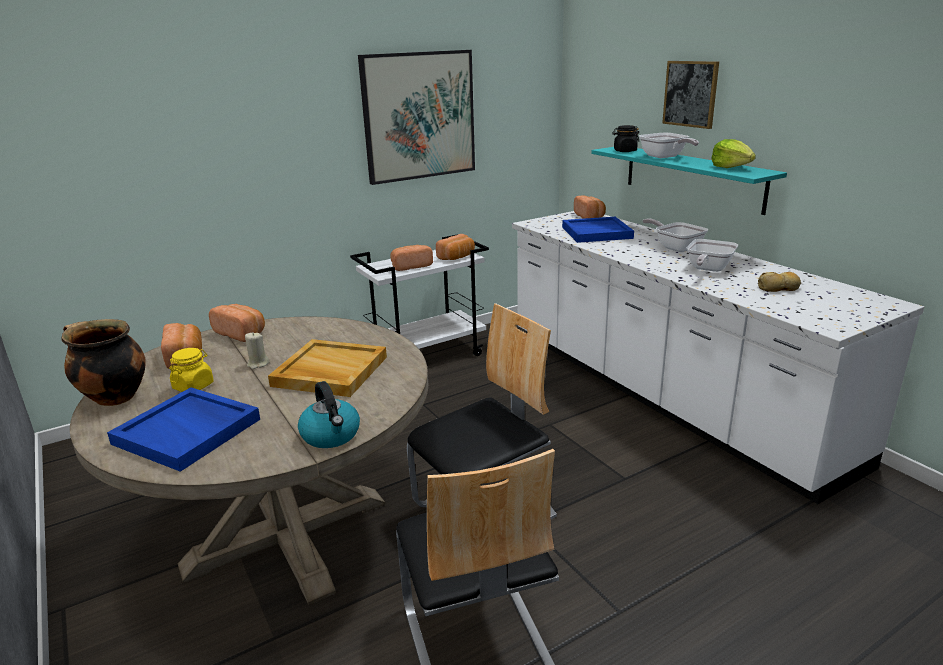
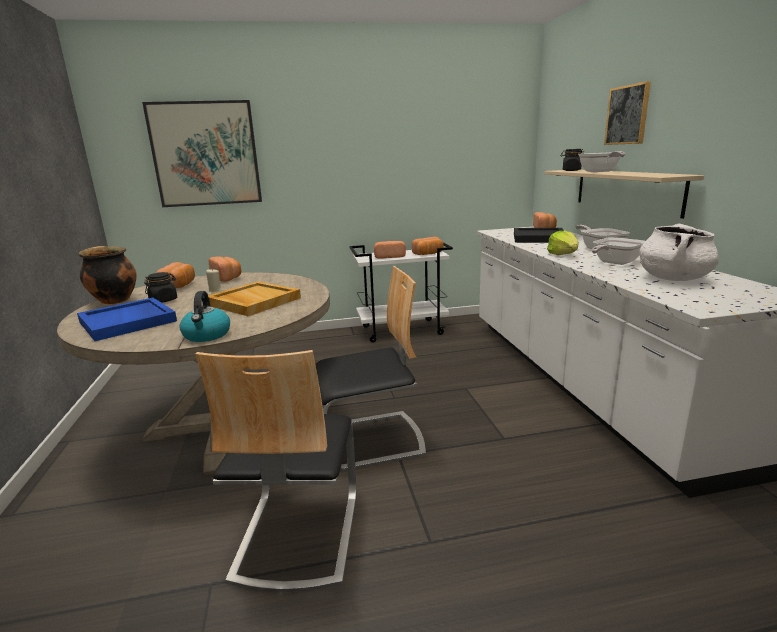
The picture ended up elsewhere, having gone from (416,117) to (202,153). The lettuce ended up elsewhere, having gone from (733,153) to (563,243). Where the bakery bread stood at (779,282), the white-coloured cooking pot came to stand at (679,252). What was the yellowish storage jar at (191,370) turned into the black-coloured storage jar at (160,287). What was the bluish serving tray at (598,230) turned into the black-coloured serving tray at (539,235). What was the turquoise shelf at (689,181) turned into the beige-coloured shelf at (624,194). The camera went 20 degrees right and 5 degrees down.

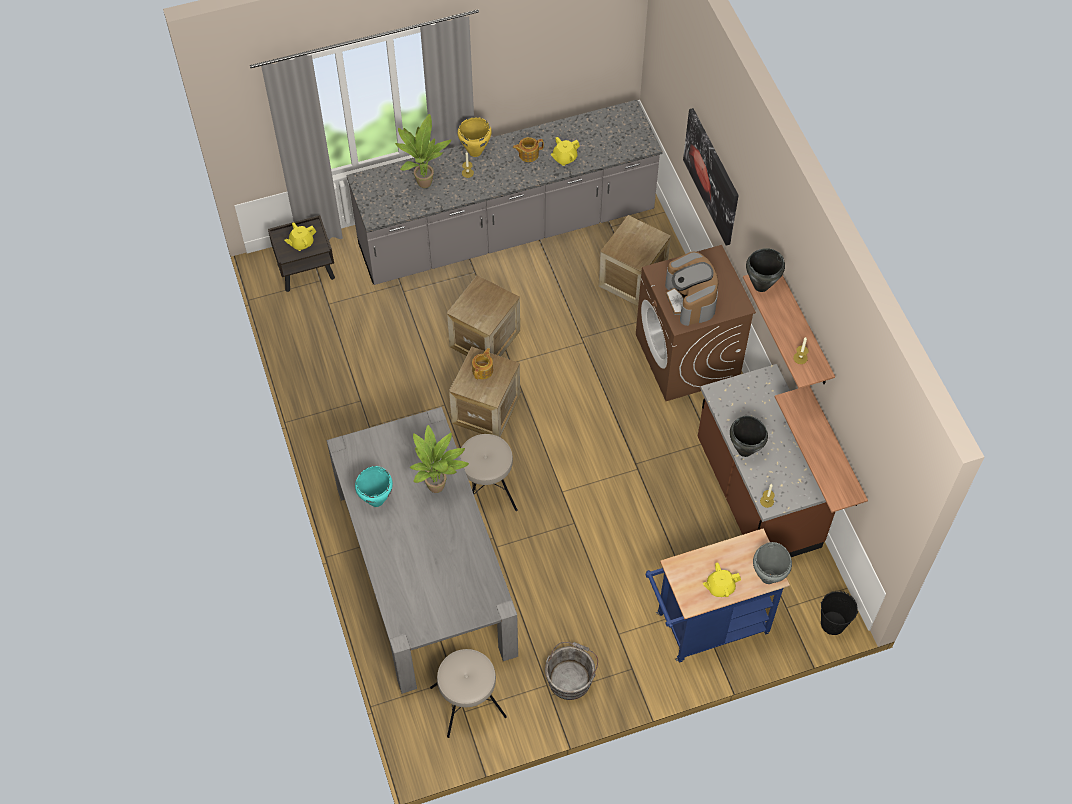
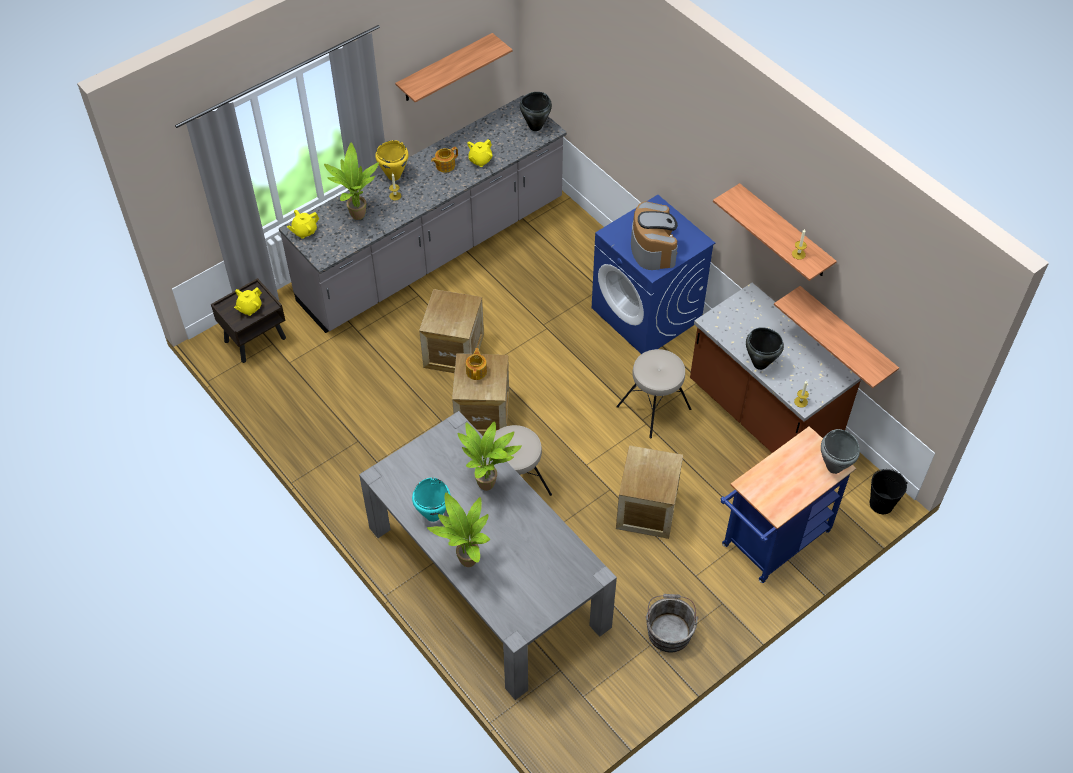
The second view lost the picture at (711,177). The second view gained the shelf at (454,68). The second view gained the potted plant at (458,529). The beige-coloured sitting stool ended up elsewhere, having gone from (468,693) to (653,394). The crate ended up elsewhere, having gone from (635,260) to (649,492). The yellowish pot for tea ended up elsewhere, having gone from (722,579) to (303,224). The black-coloured cooking pot ended up elsewhere, having gone from (765,270) to (536,111). What was the brown laundry machine at (696,323) turned into the bluish laundry machine at (653,274). The coffee maker at (691,289) ended up facing another way, 150 degrees counterclockwise from before. The camera went 20 degrees left and 5 degrees down.

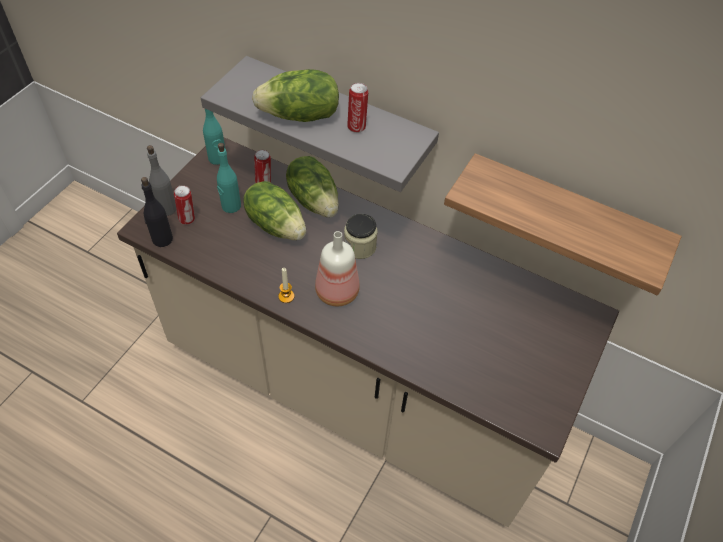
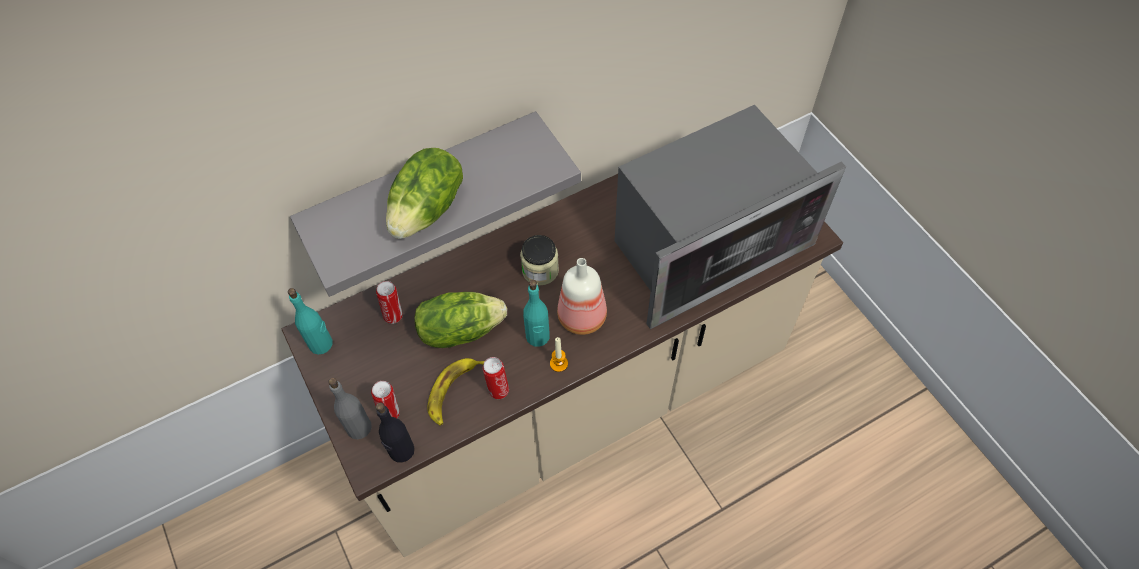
The second view lost the lettuce at (312,186). The second view lost the shelf at (563,224). The second view gained the whole banana at (456,392). The second view gained the microwave oven at (730,217). The turquoise bottle ended up elsewhere, having gone from (229,178) to (536,313). The can ended up elsewhere, having gone from (357,108) to (496,378). The camera went 55 degrees left and 5 degrees up.

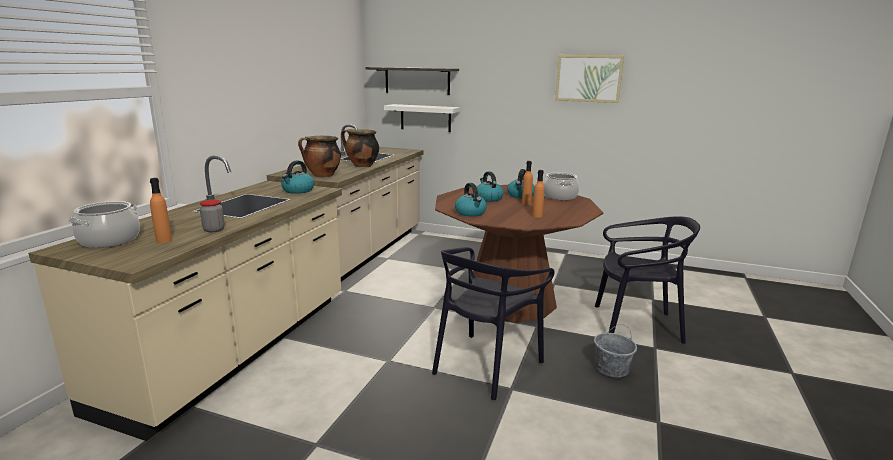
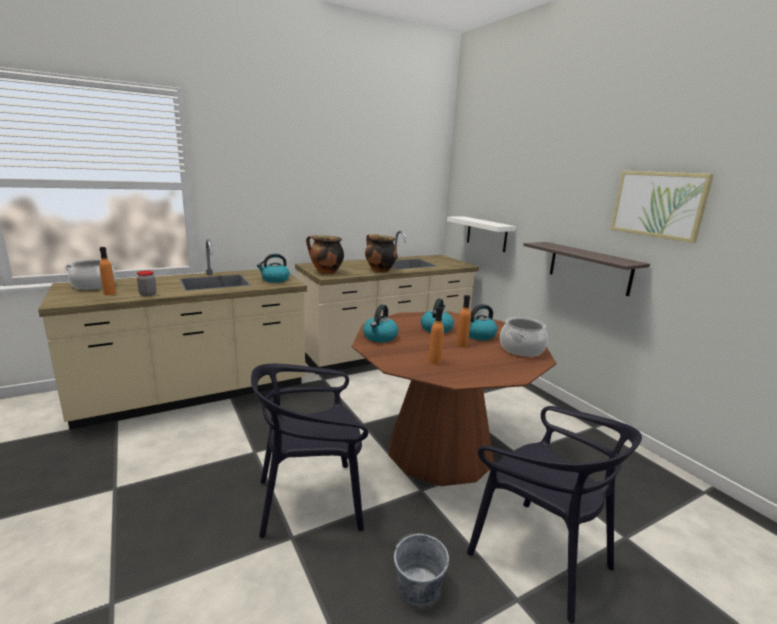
The shelf ended up elsewhere, having gone from (412,81) to (586,269). The camera went 40 degrees right and 0 degrees up.

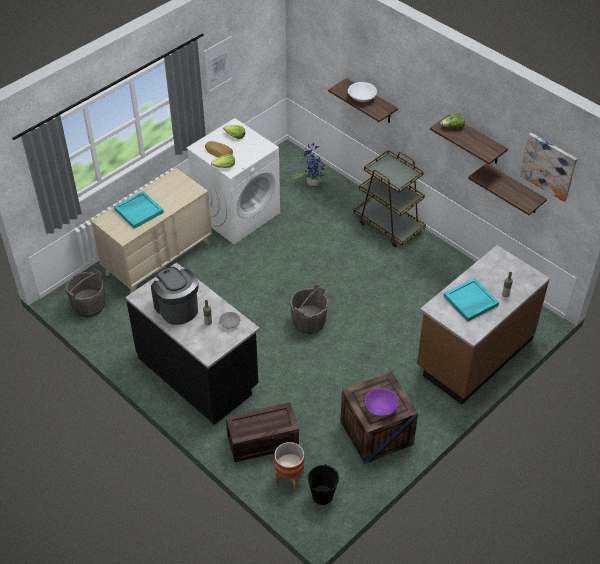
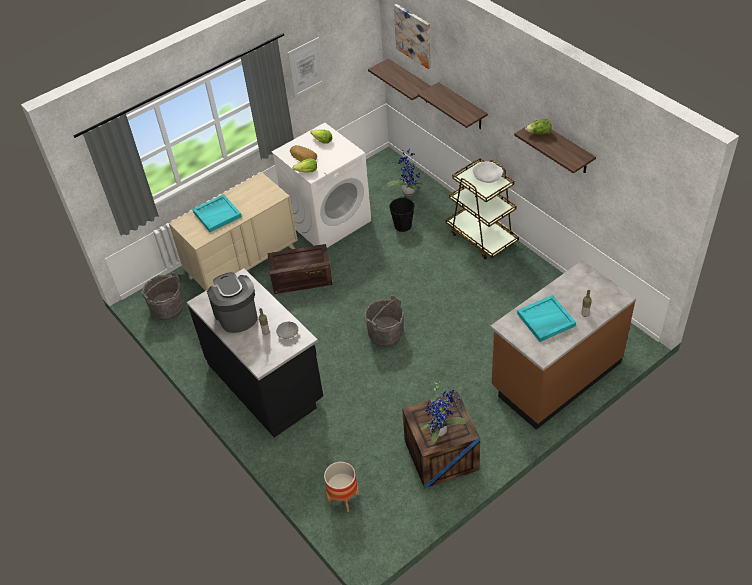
The crate ended up elsewhere, having gone from (262,432) to (300,269). The black-coloured pail ended up elsewhere, having gone from (323,484) to (402,214). The white-coloured serving bowl ended up elsewhere, having gone from (362,92) to (487,172). The shelf ended up elsewhere, having gone from (507,189) to (399,79). The picture ended up elsewhere, having gone from (548,167) to (412,36). Where the purplish serving bowl stood at (381,402), the potted plant came to stand at (443,412). The camera went 10 degrees right and 0 degrees up.

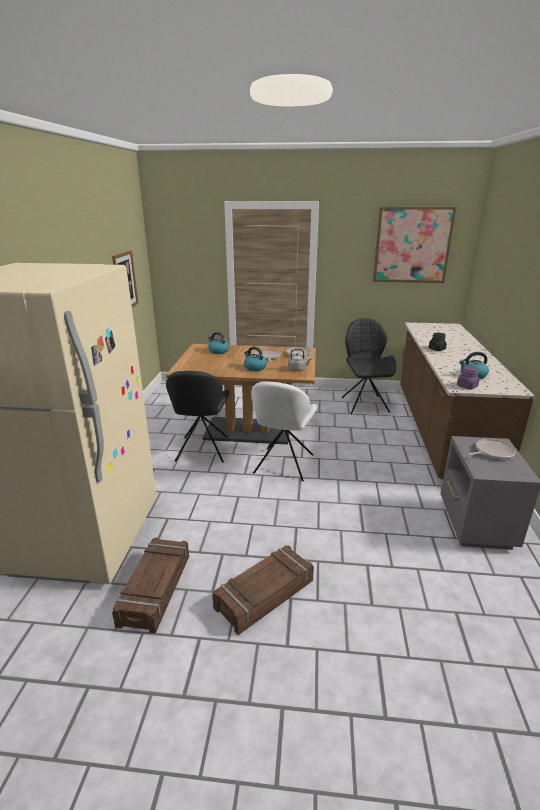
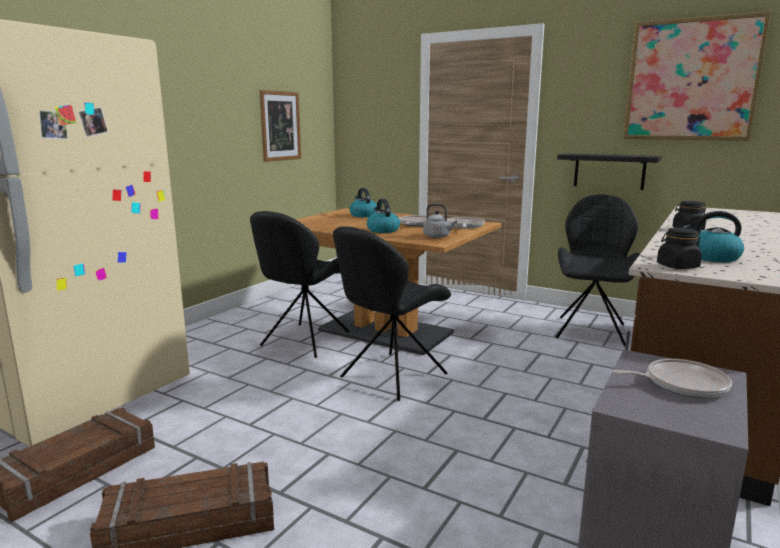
The second view gained the black-coloured shelf at (609,171). What was the white-coloured upright chair at (284,431) turned into the black-coloured upright chair at (392,313). What was the purplish storage jar at (468,377) turned into the black-coloured storage jar at (679,248). The camera went 25 degrees right and 10 degrees down.

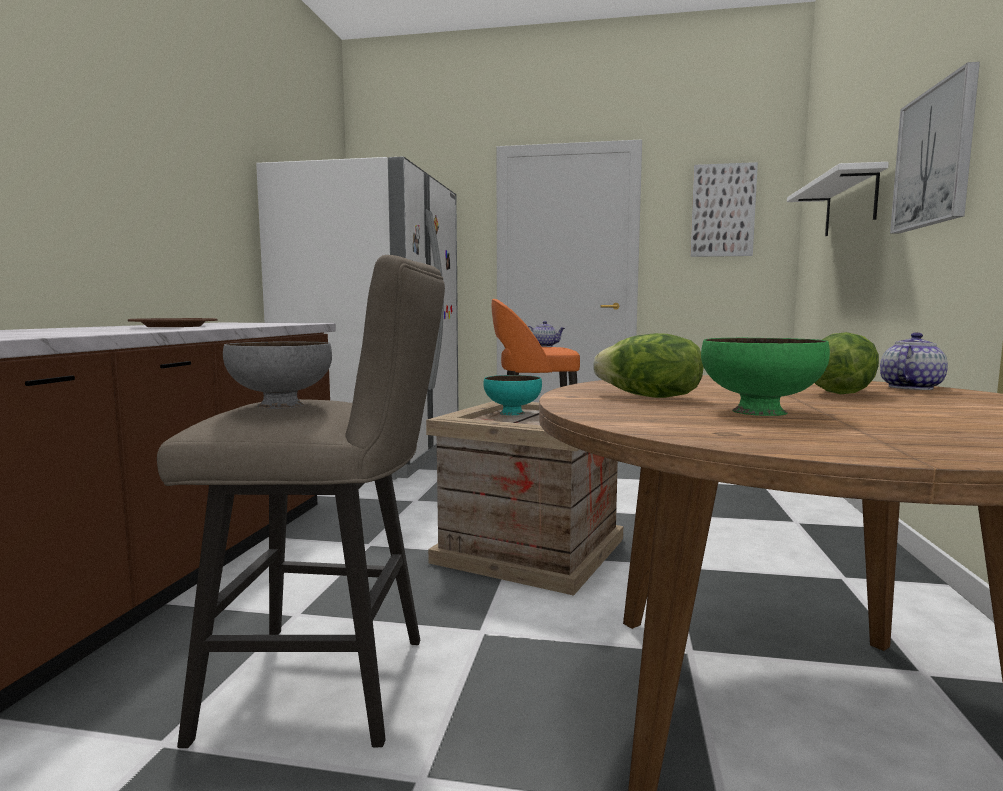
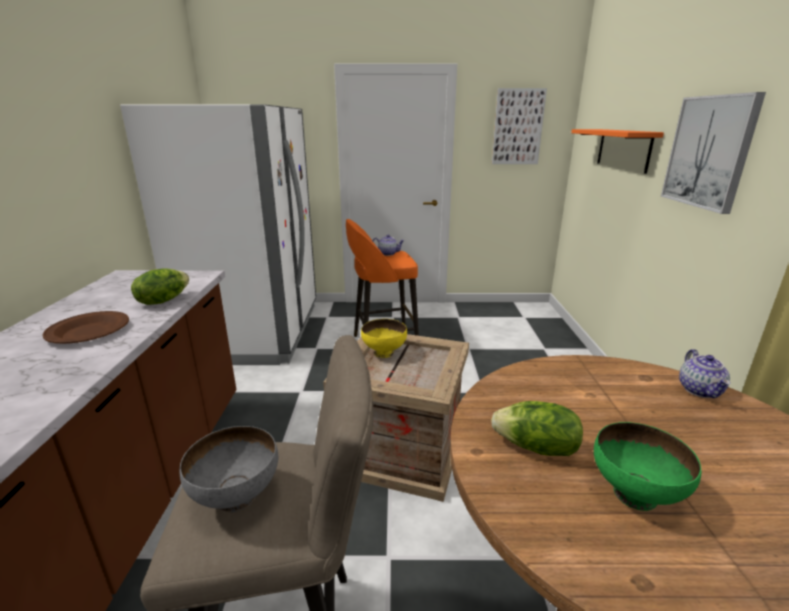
The lettuce ended up elsewhere, having gone from (847,363) to (160,286). What was the turquoise serving bowl at (512,395) turned into the yellowish serving bowl at (384,338). What was the white-coloured shelf at (838,199) turned into the orange-coloured shelf at (617,151). The pot for tea at (914,361) ended up facing another way, 150 degrees clockwise from before. The camera went 10 degrees left and 15 degrees up.

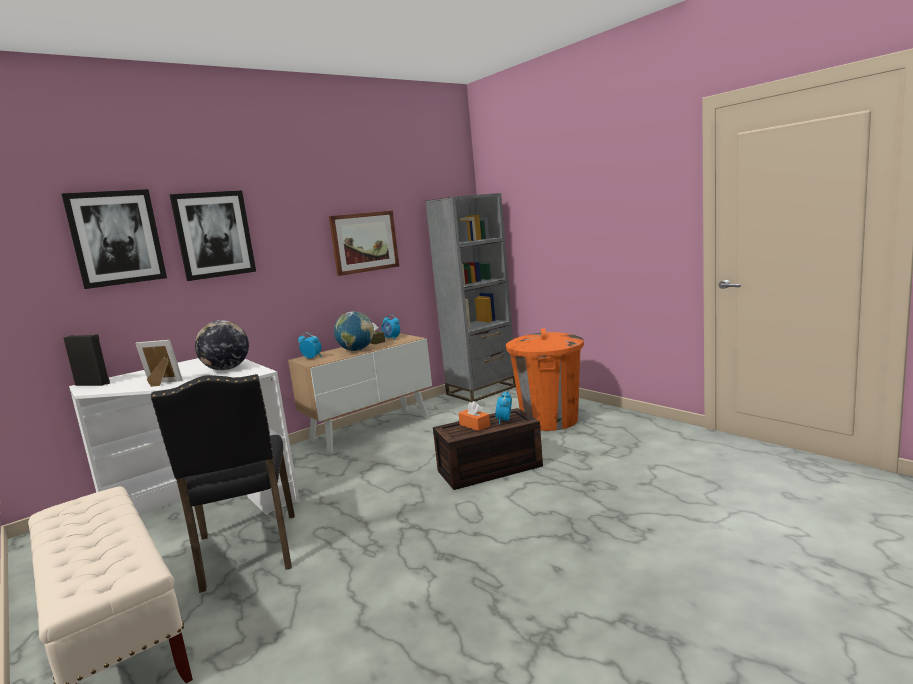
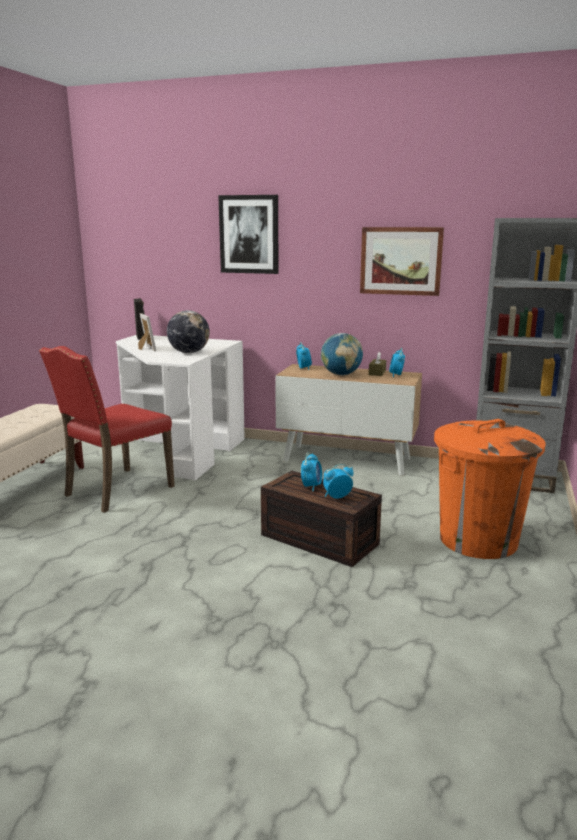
The second view lost the picture at (114,239). Where the orange-coloured tissue box stood at (474,416), the table clock came to stand at (311,472). What was the black-coloured upright chair at (223,483) turned into the red-coloured upright chair at (107,429). The camera went 55 degrees right and 5 degrees up.

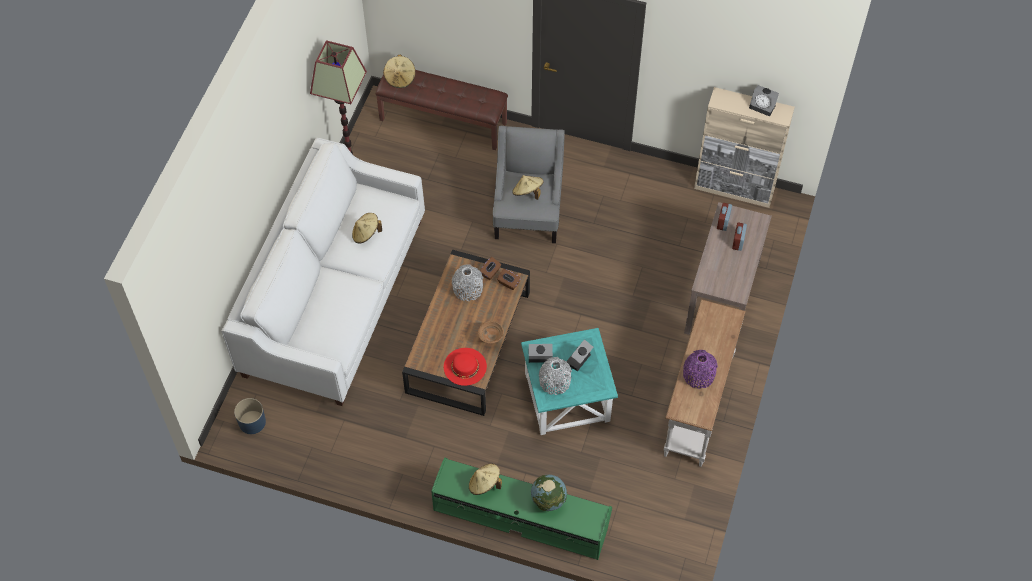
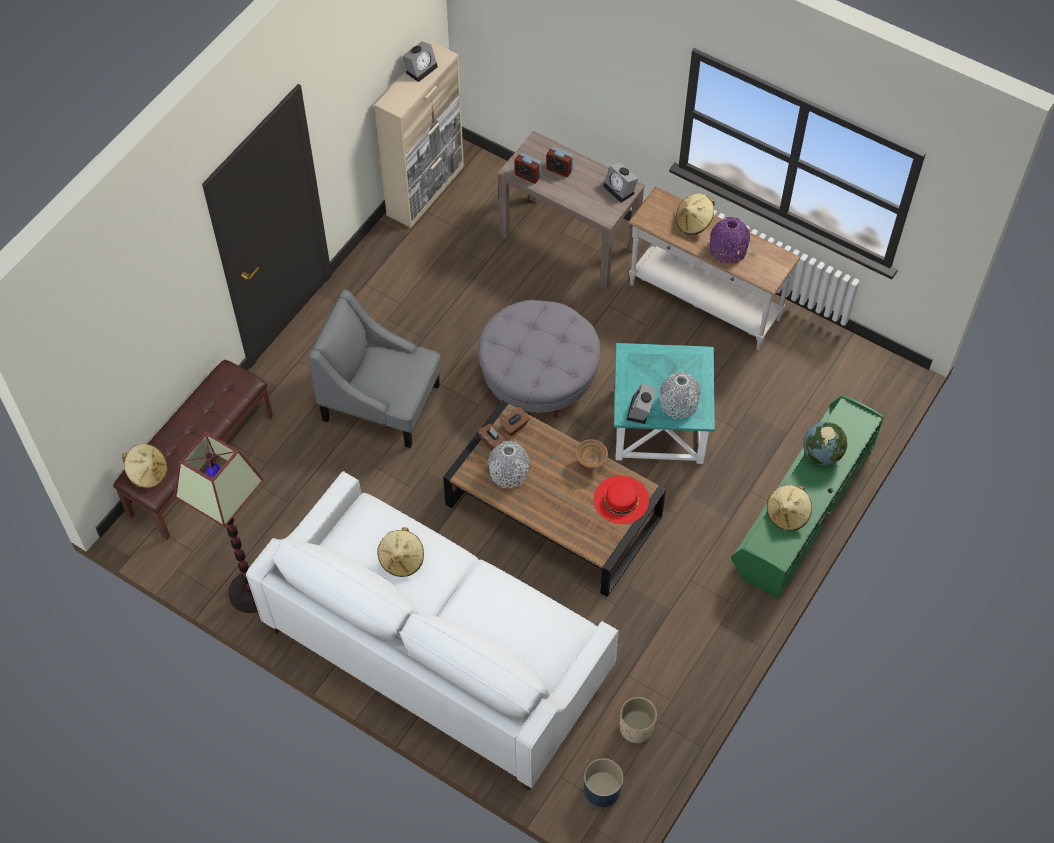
The second view gained the greyish ottoman at (539,359). The second view gained the beige-coloured planter at (638,720). The beige-coloured clothing hat ended up elsewhere, having gone from (528,187) to (695,214). The table clock ended up elsewhere, having gone from (580,355) to (620,182). The camera went 75 degrees left and 0 degrees up.

